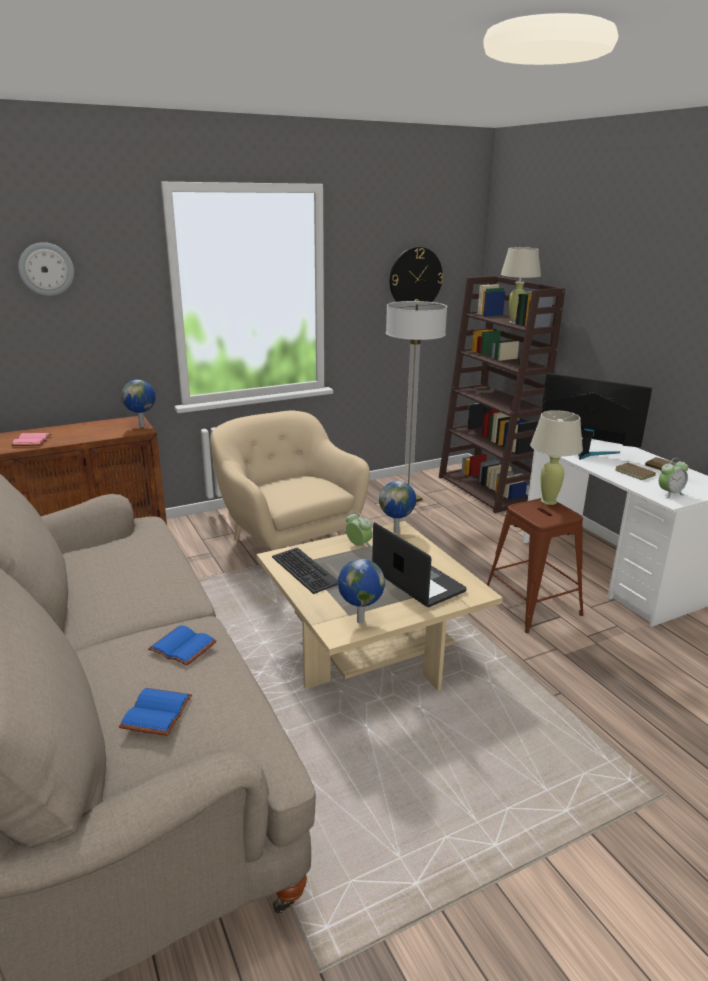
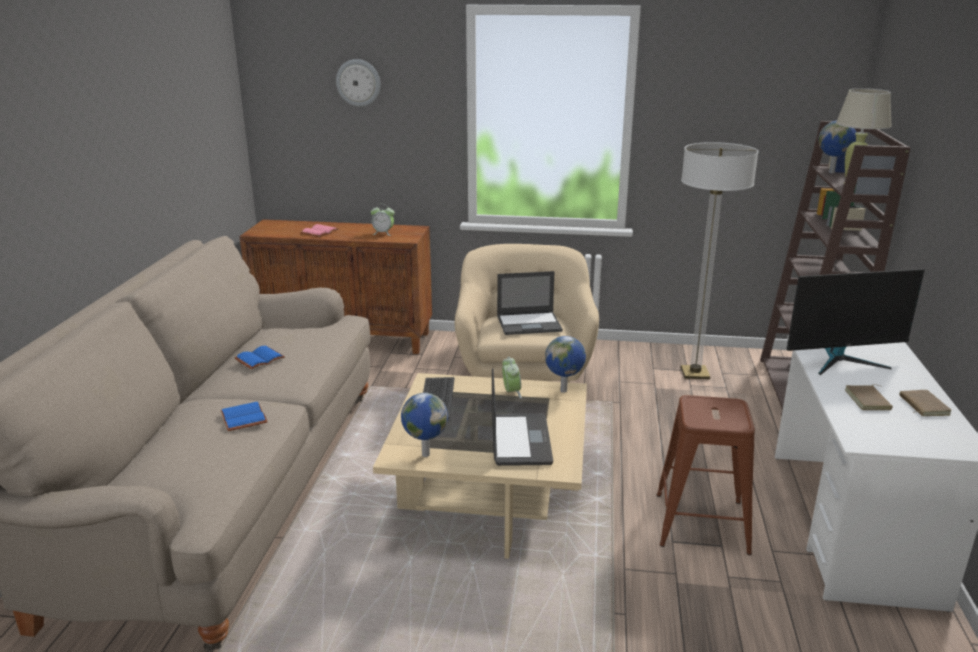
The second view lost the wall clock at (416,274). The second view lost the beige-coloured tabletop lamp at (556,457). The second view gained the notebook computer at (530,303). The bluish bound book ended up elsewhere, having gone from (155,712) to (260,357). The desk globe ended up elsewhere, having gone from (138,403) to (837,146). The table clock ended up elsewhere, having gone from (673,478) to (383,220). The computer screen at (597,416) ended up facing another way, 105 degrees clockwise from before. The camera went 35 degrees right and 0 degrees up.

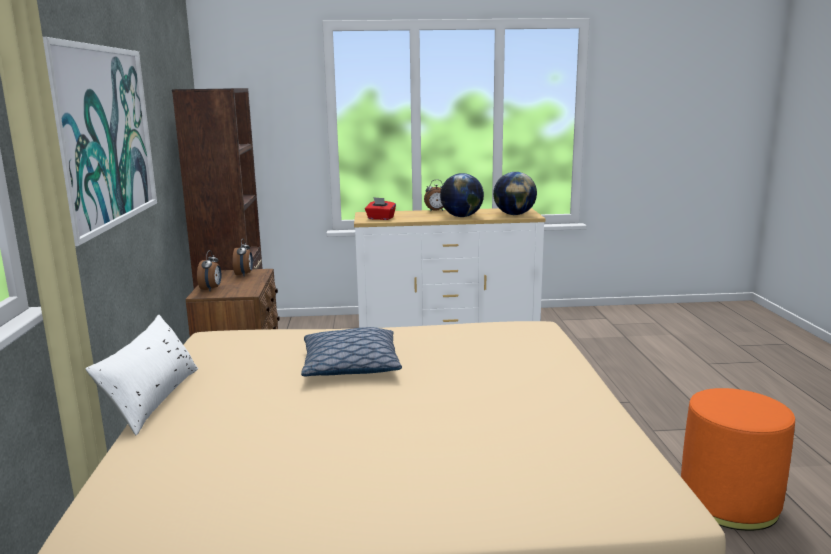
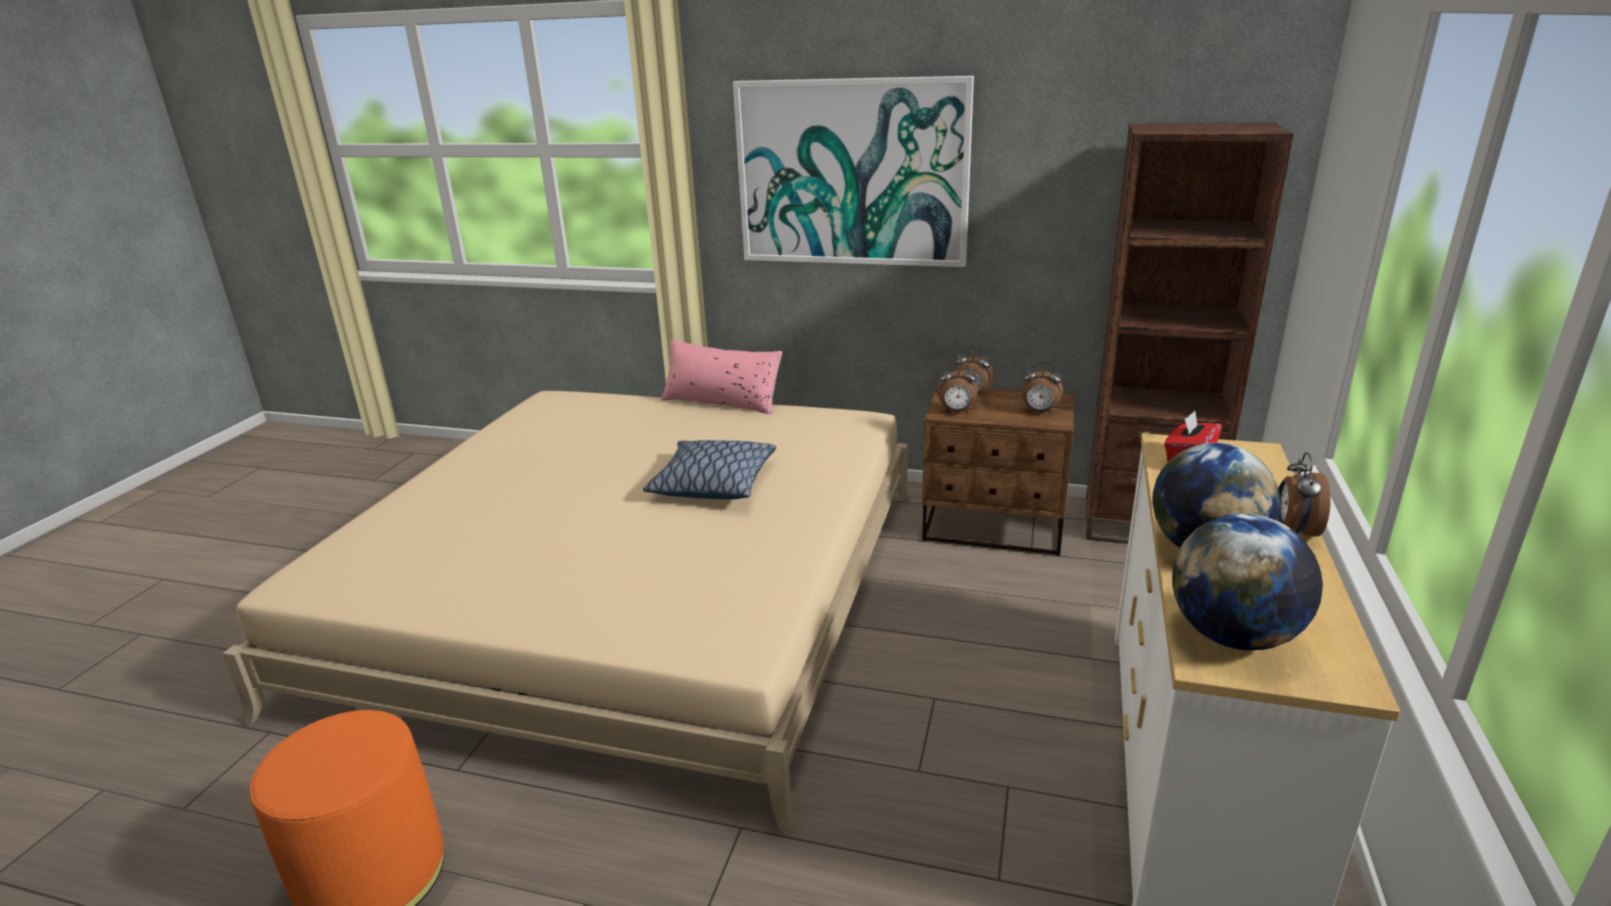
The second view gained the table clock at (957,387). What was the white-coloured cushion at (141,374) turned into the pink-coloured cushion at (721,376). The camera went 110 degrees right and 10 degrees up.

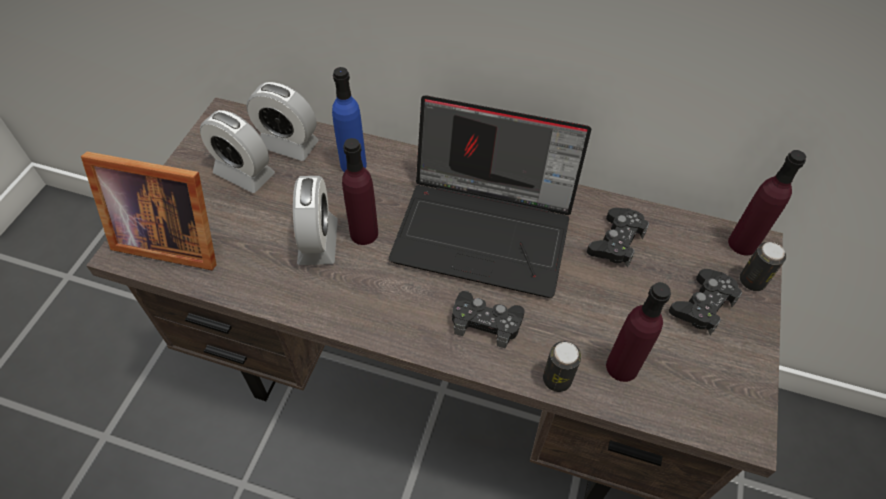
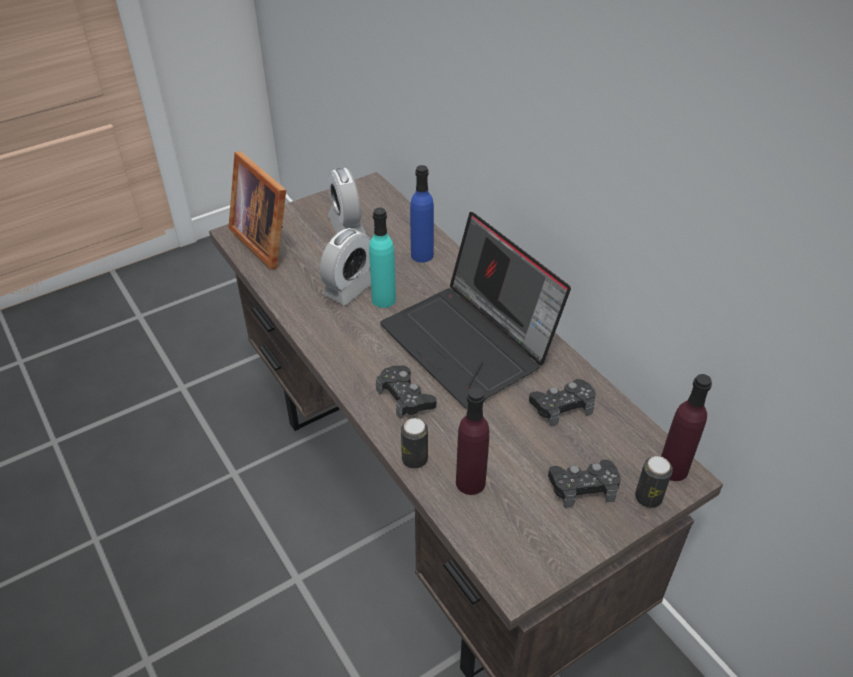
The second view lost the table clock at (282,121). What was the purplish bottle at (360,191) turned into the turquoise bottle at (382,258). The camera went 40 degrees right and 10 degrees down.

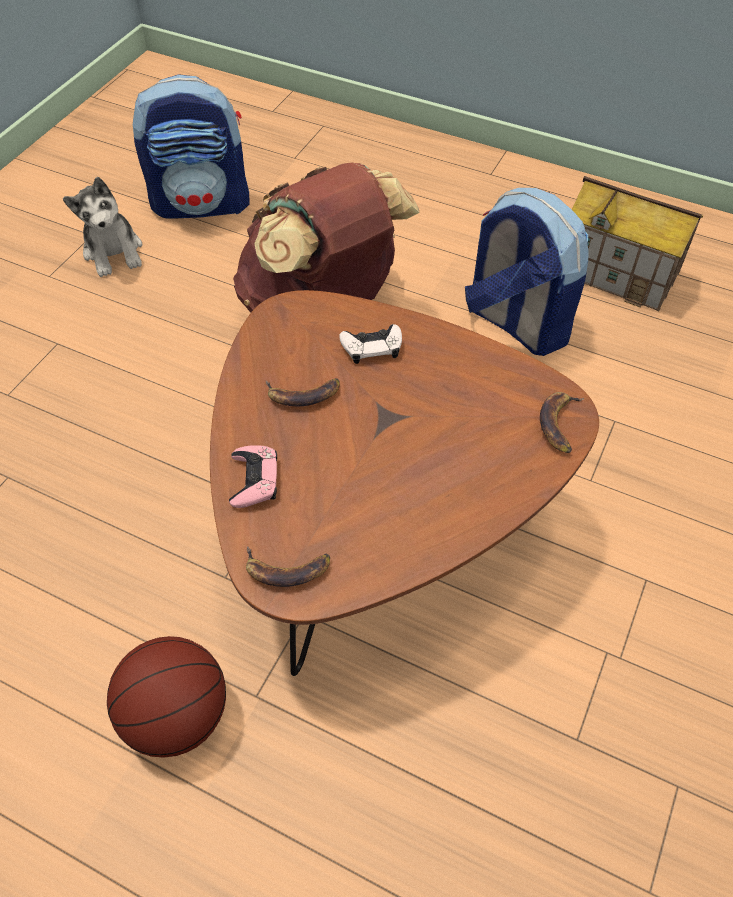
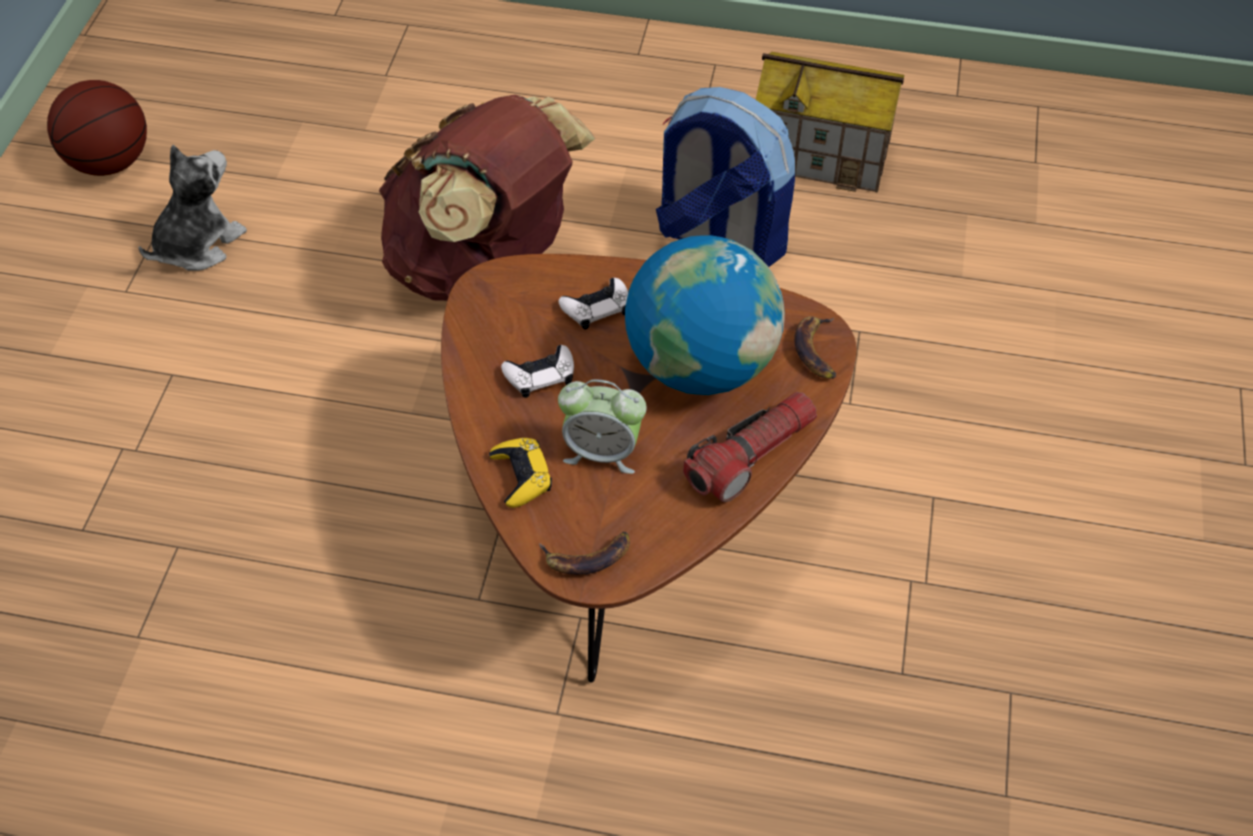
The second view lost the backpack at (191,147). The second view gained the table clock at (602,426). The second view gained the desk globe at (705,315). The second view gained the flashlight at (750,447). The basketball ended up elsewhere, having gone from (166,696) to (97,128). Where the whole banana stood at (302,392), the white-coloured gamepad came to stand at (537,371). What was the pink-coloured gamepad at (253,476) turned into the yellowish gamepad at (520,473). The soft toy at (102,227) ended up facing another way, 105 degrees counterclockwise from before. The camera went 15 degrees left and 0 degrees up.

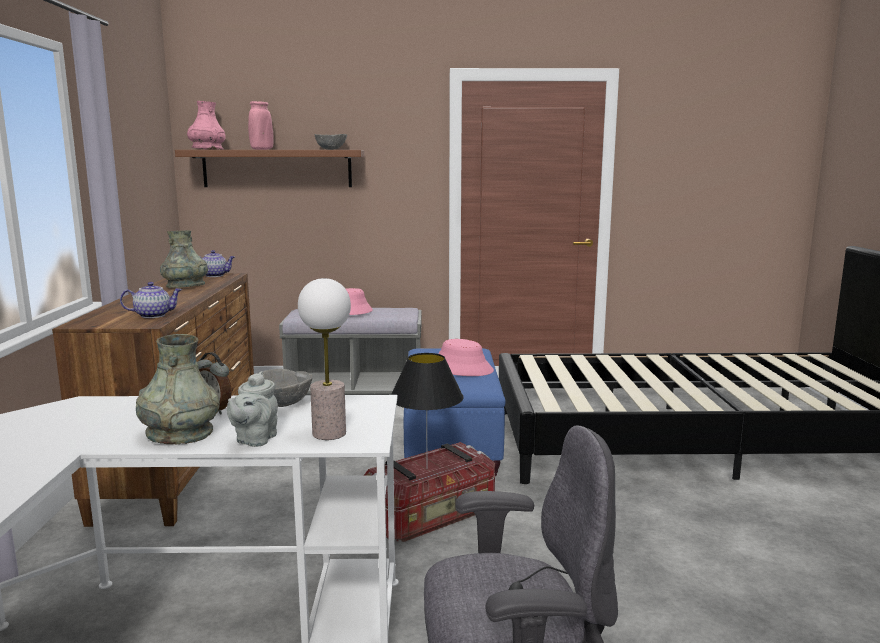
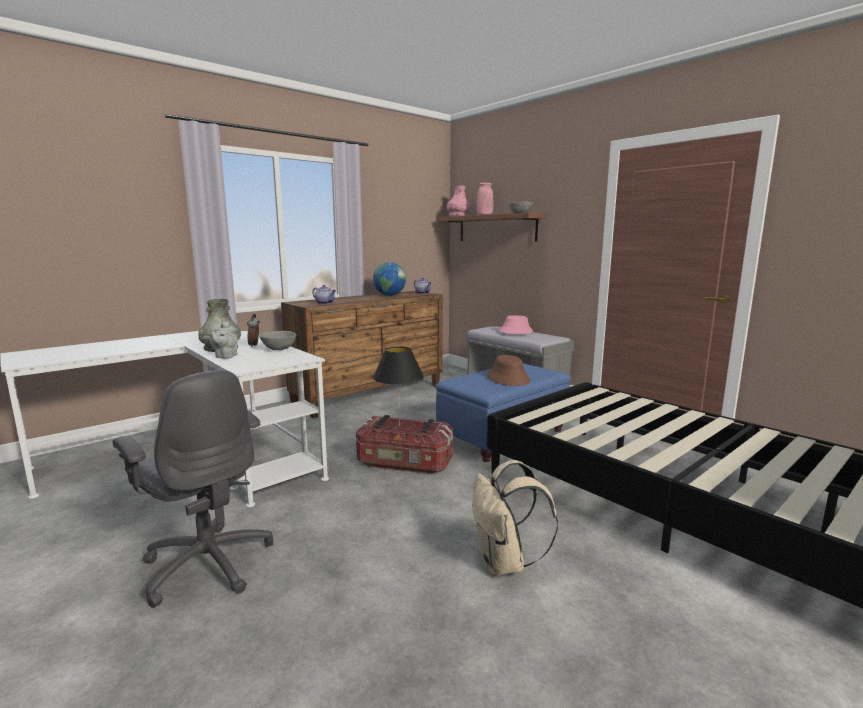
The second view lost the tabletop lamp at (324,359). The second view gained the beige-coloured backpack at (515,518). Where the greyish vase stood at (184,259), the desk globe came to stand at (389,279). What was the pink-coloured clothing hat at (466,357) turned into the brown clothing hat at (508,370). The greyish pot for tea at (252,409) ended up facing another way, 60 degrees counterclockwise from before. The camera went 50 degrees right and 0 degrees up.

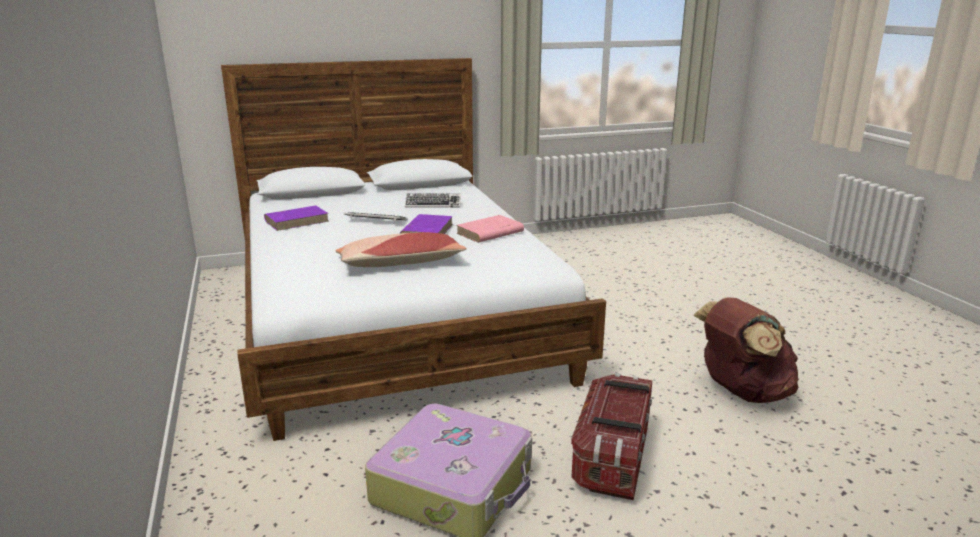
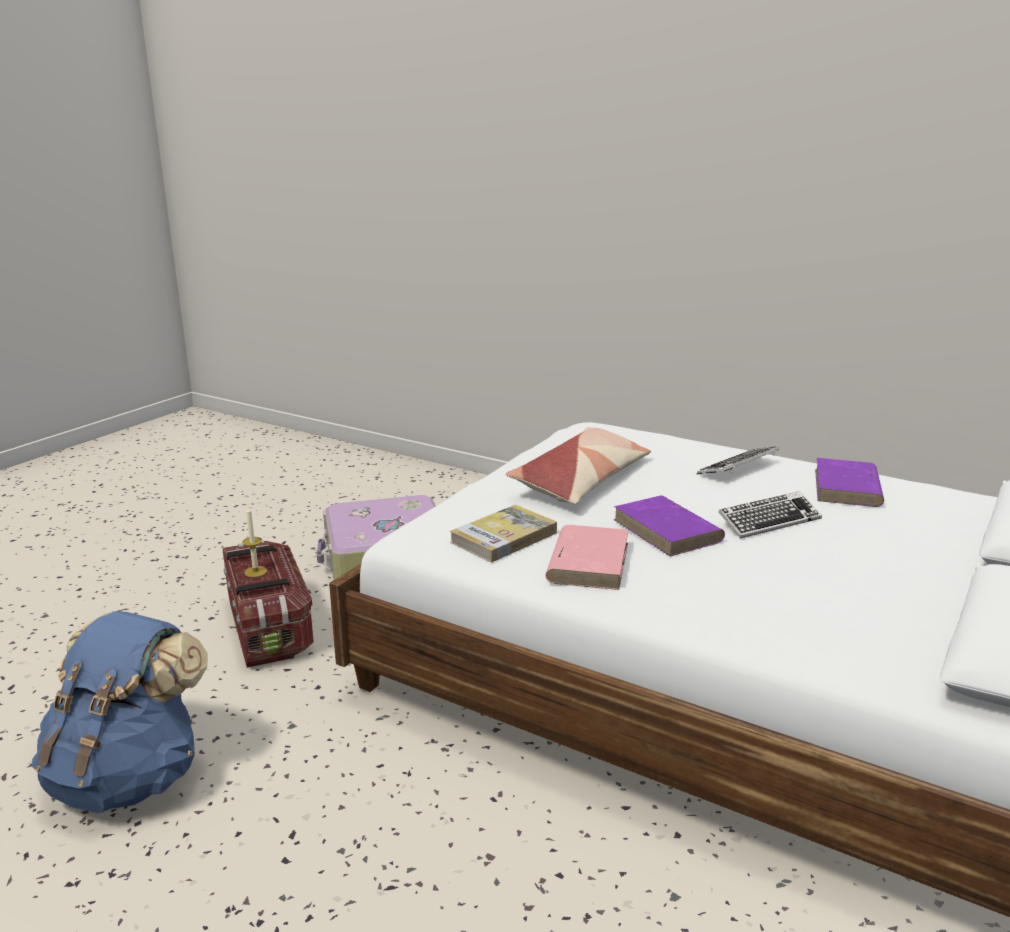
The second view gained the wax light at (254,542). The second view gained the bound book at (503,533). The keyboard ended up elsewhere, having gone from (433,201) to (738,460). What was the brown backpack at (745,350) turned into the bluish backpack at (120,712). The camera went 140 degrees right and 0 degrees up.

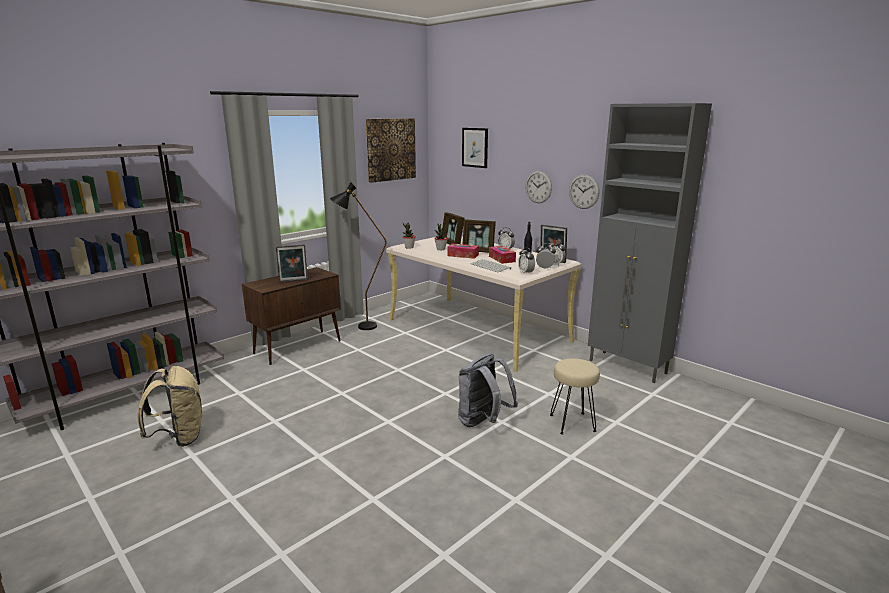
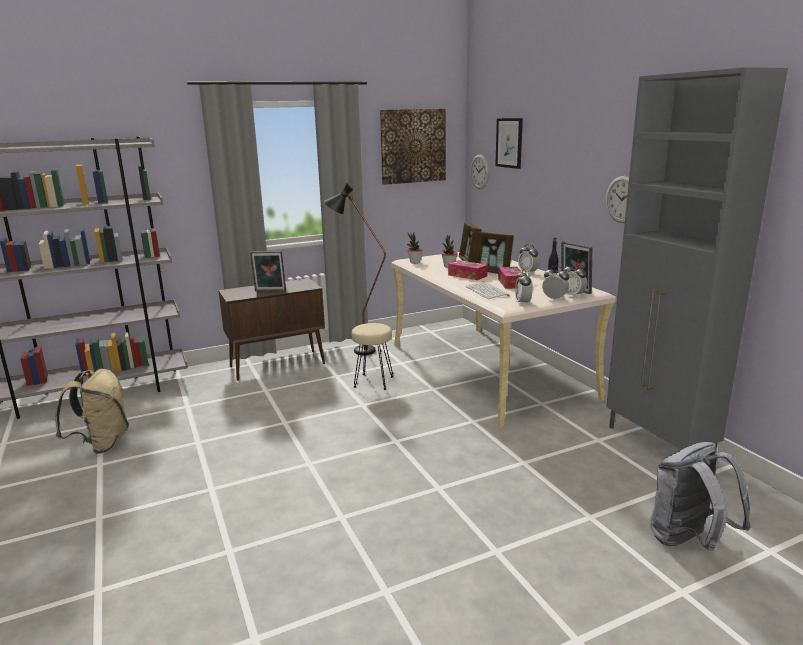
The greyish backpack ended up elsewhere, having gone from (488,390) to (700,496). The wall clock ended up elsewhere, having gone from (538,187) to (480,172). The beige-coloured sitting stool ended up elsewhere, having gone from (575,396) to (373,356). The camera went 20 degrees right and 0 degrees up.

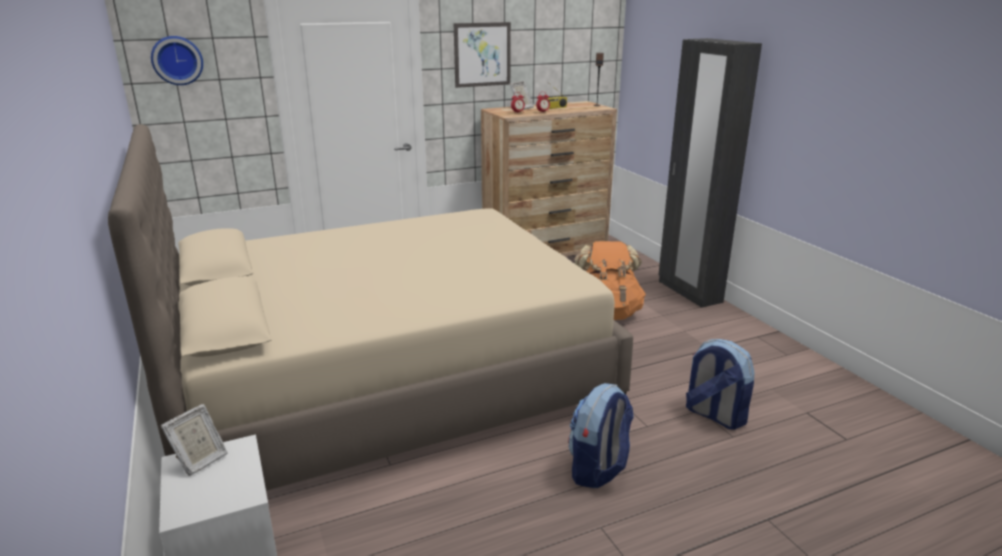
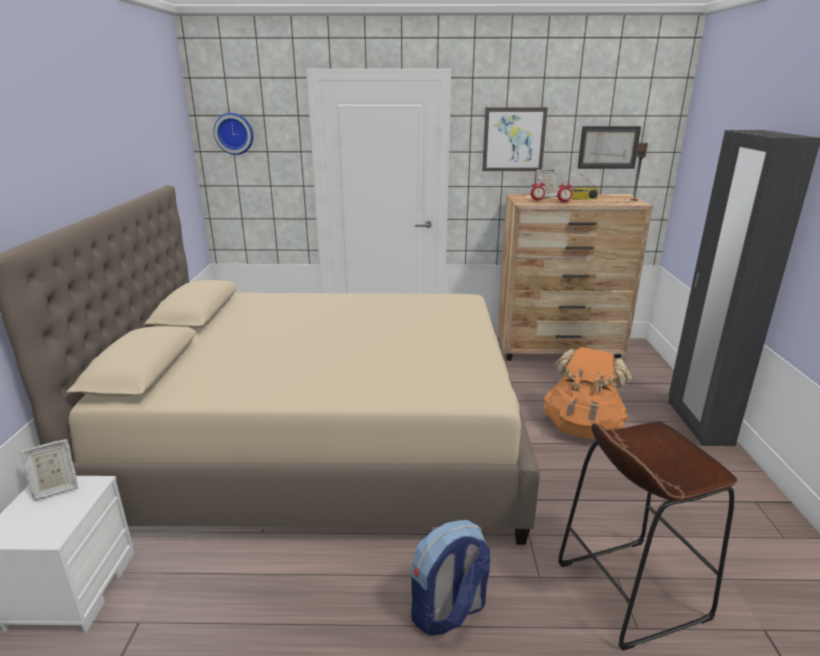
The second view gained the picture at (609,147). Where the backpack stood at (720,384), the brown sitting stool came to stand at (647,536). The camera went 25 degrees right and 0 degrees up.

